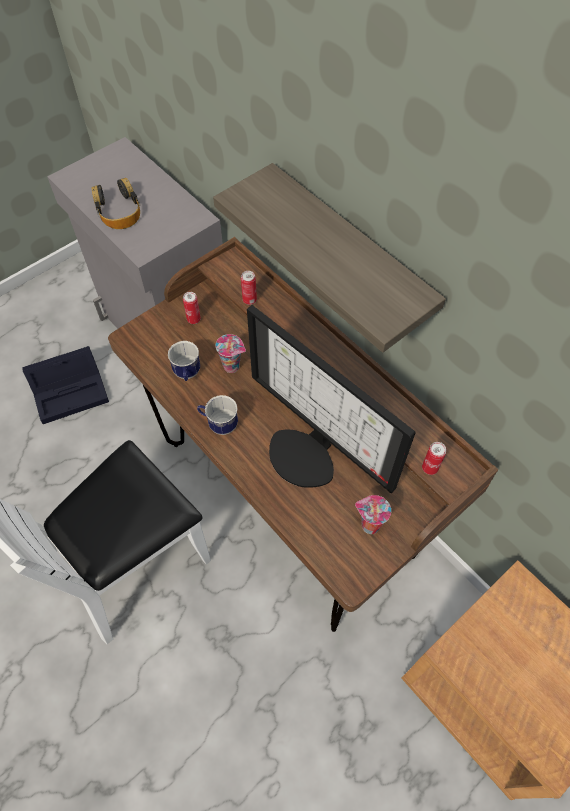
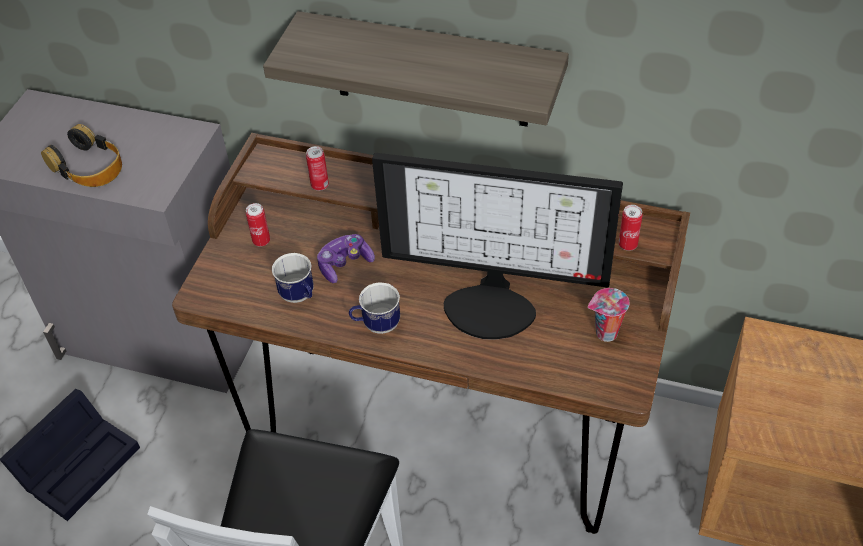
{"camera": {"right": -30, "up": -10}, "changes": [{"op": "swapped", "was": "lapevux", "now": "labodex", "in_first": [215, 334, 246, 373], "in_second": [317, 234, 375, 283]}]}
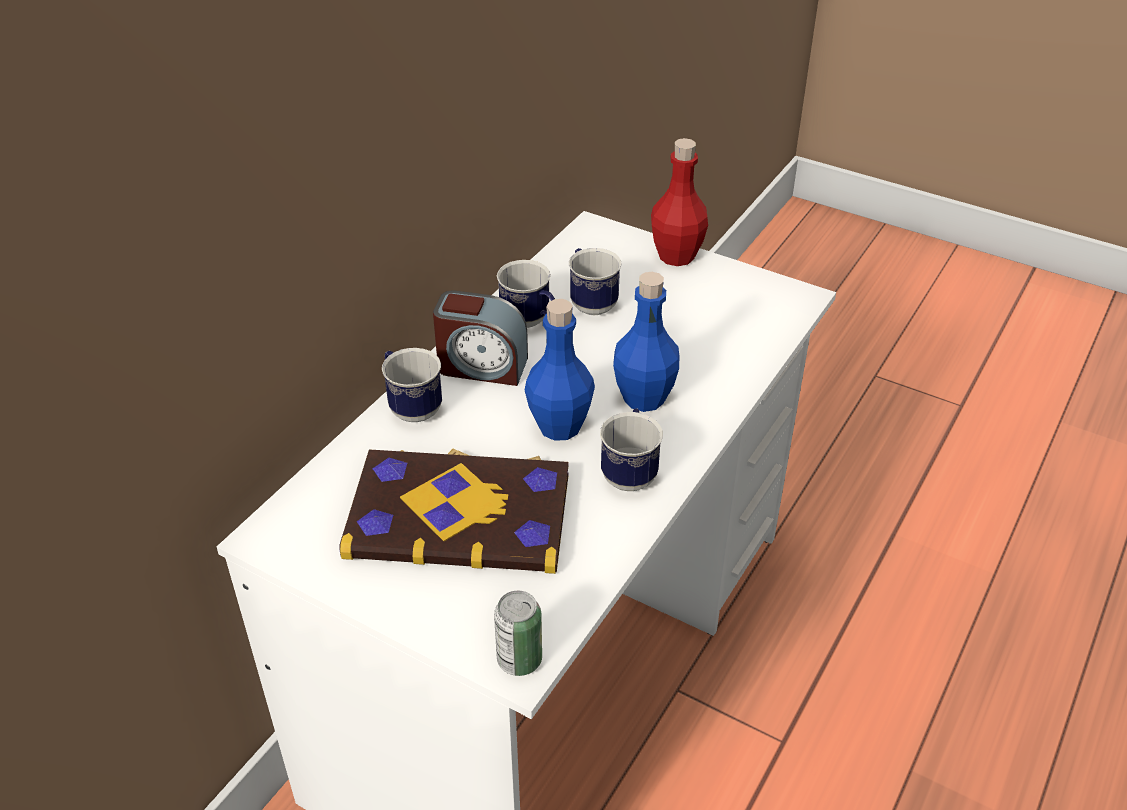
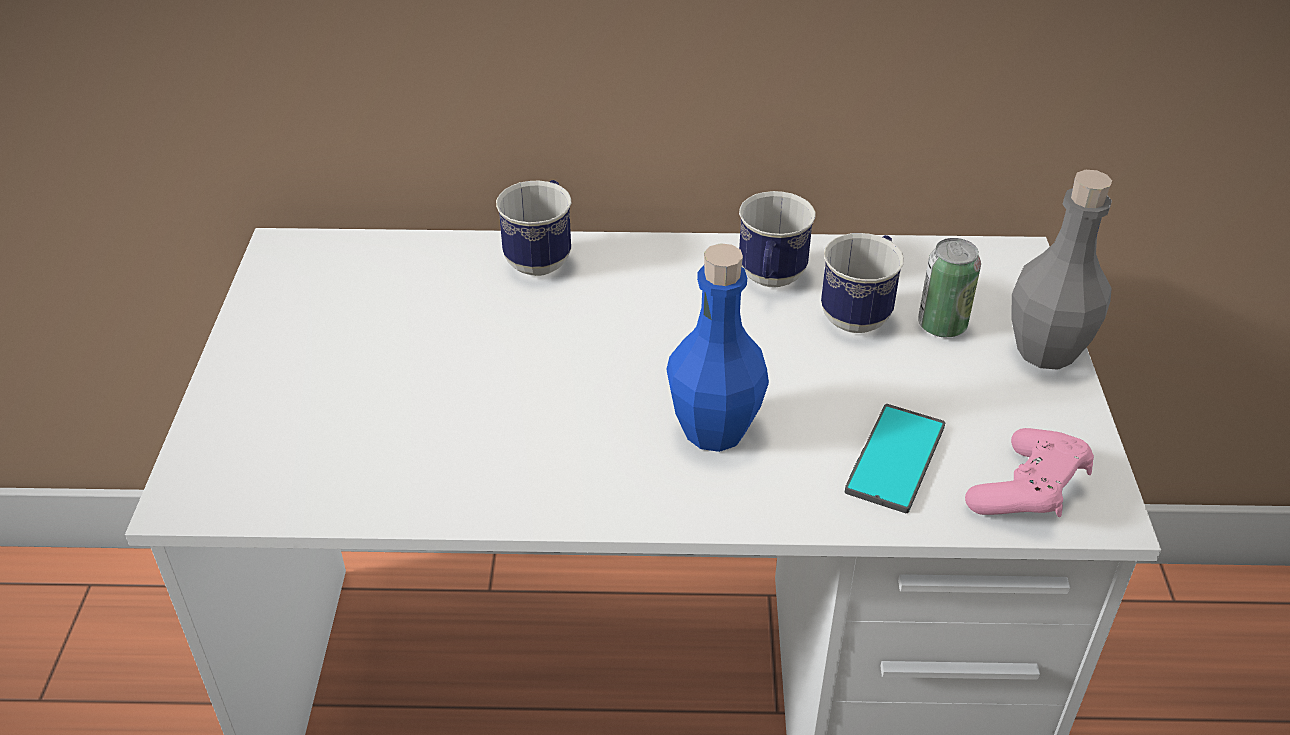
{"camera": {"right": 60, "up": 0}, "changes": [{"op": "new", "now": "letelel", "in_second": [845, 404, 945, 513]}, {"op": "shifted", "was": "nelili", "in_first": [494, 590, 542, 676], "in_second": [918, 238, 981, 337]}, {"op": "new", "now": "labodex (pink)", "in_second": [965, 428, 1094, 517]}, {"op": "repainted", "was": "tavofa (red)", "now": "tavofa (grey)", "in_first": [651, 138, 708, 266], "in_second": [1011, 170, 1112, 370]}, {"op": "gone", "was": "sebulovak", "in_first": [340, 449, 569, 574]}, {"op": "gone", "was": "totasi", "in_first": [433, 290, 528, 386]}, {"op": "gone", "was": "tavofa (blue)", "in_first": [525, 299, 595, 441]}, {"op": "gone", "was": "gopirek", "in_first": [600, 408, 663, 491]}]}
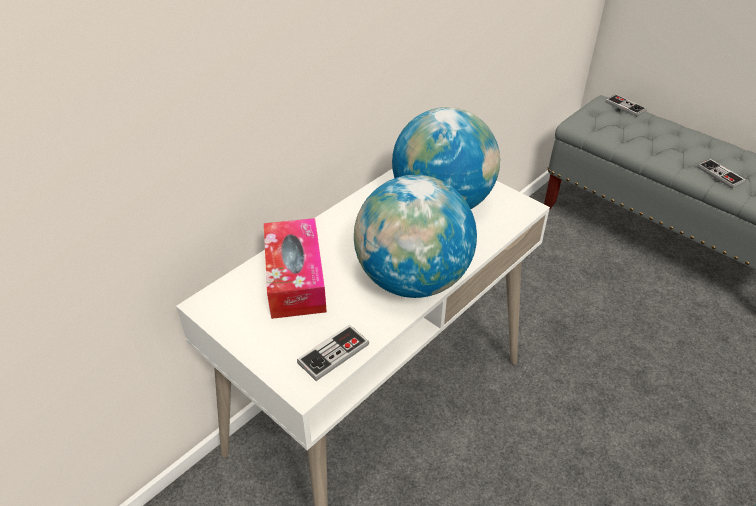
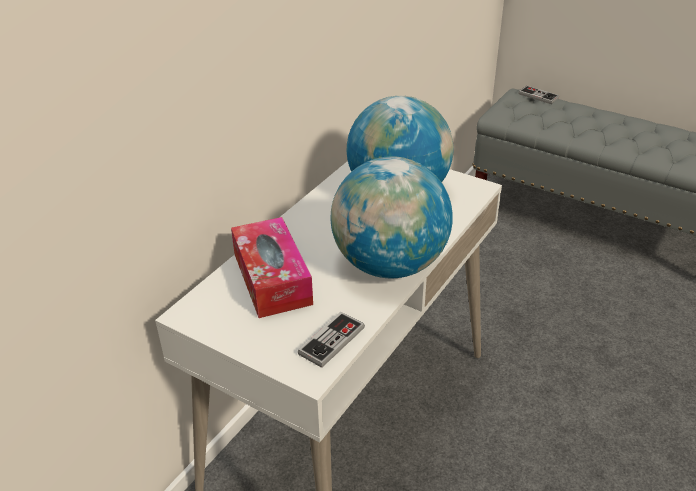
{"camera": {"right": -10, "up": -5}, "changes": [{"op": "gone", "was": "labodex", "in_first": [697, 159, 746, 189]}]}
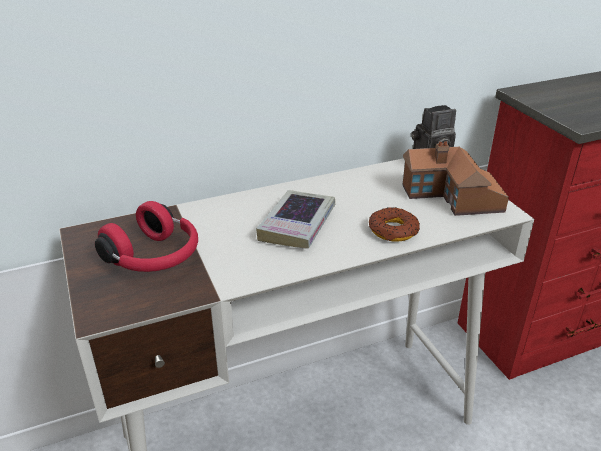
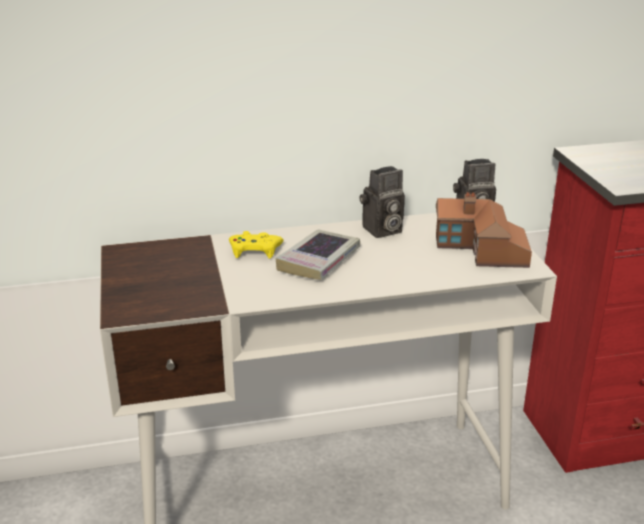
{"camera": {"right": 10, "up": -5}, "changes": [{"op": "new", "now": "labodex (yellow)", "in_second": [229, 231, 284, 258]}, {"op": "new", "now": "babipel", "in_second": [360, 166, 405, 238]}, {"op": "gone", "was": "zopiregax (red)", "in_first": [95, 201, 198, 272]}, {"op": "gone", "was": "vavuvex", "in_first": [369, 207, 420, 242]}]}
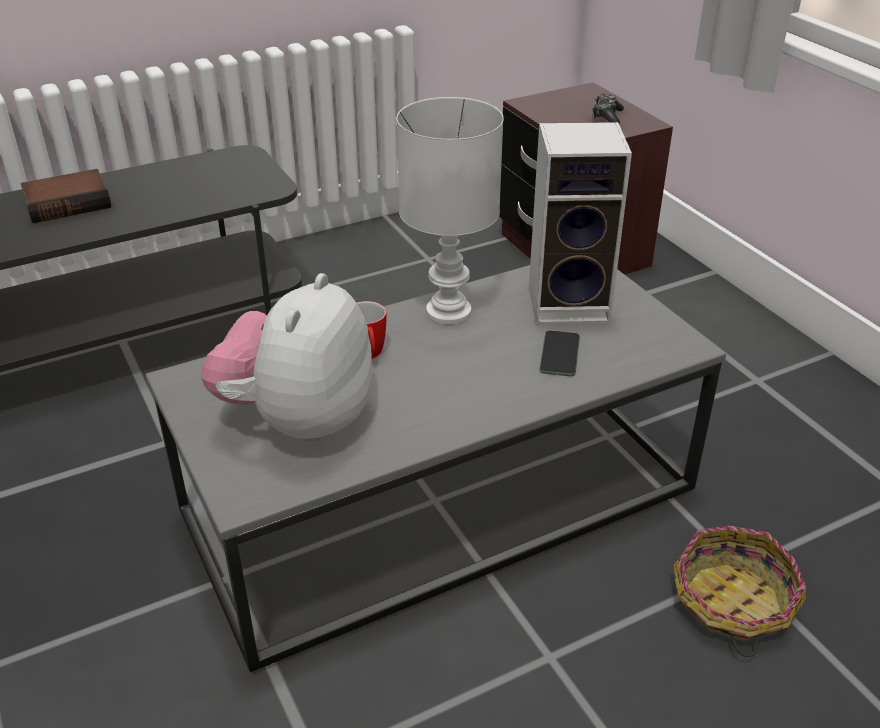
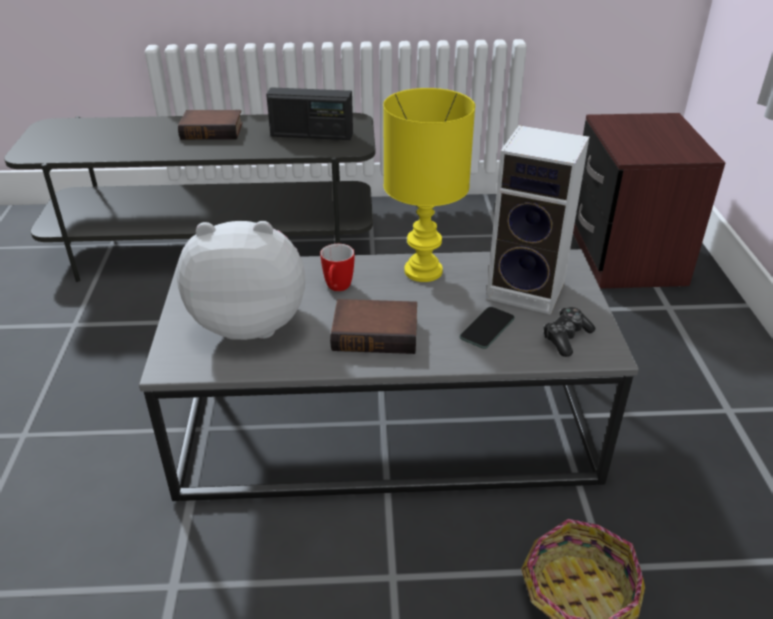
{"camera": {"right": 25, "up": 0}, "changes": [{"op": "rotated", "was": "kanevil", "in_first": [201, 273, 372, 444], "in_second": [177, 221, 305, 340], "clockwise": 45}, {"op": "new", "now": "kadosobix", "in_second": [266, 87, 353, 140]}, {"op": "new", "now": "sebulovak", "in_second": [330, 299, 417, 354]}, {"op": "repainted", "was": "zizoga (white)", "now": "zizoga (yellow)", "in_first": [397, 97, 504, 325], "in_second": [383, 88, 475, 282]}, {"op": "shifted", "was": "labodex", "in_first": [592, 94, 624, 124], "in_second": [543, 307, 596, 357]}]}
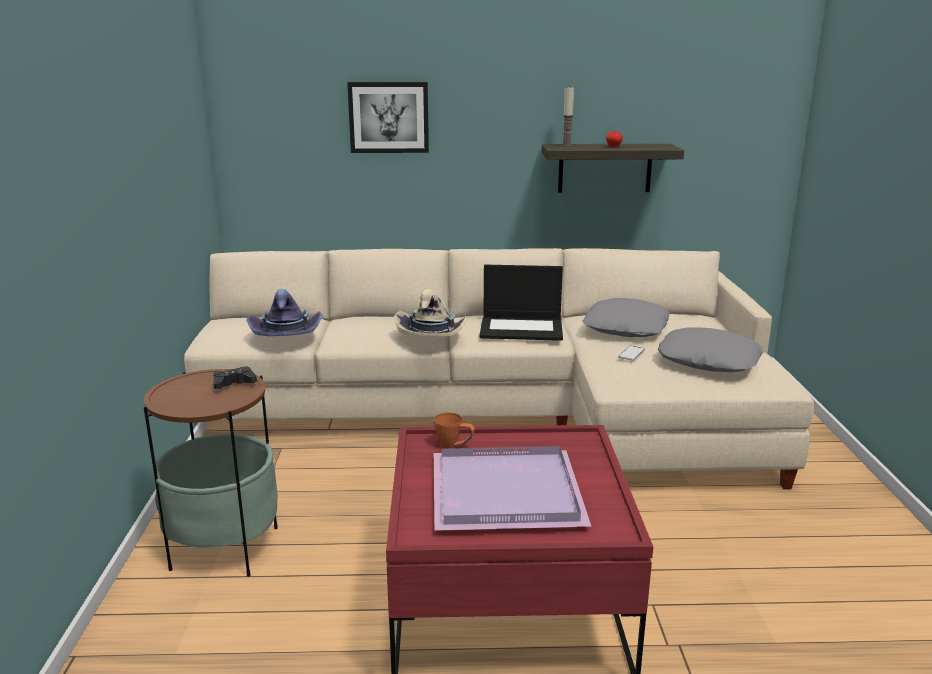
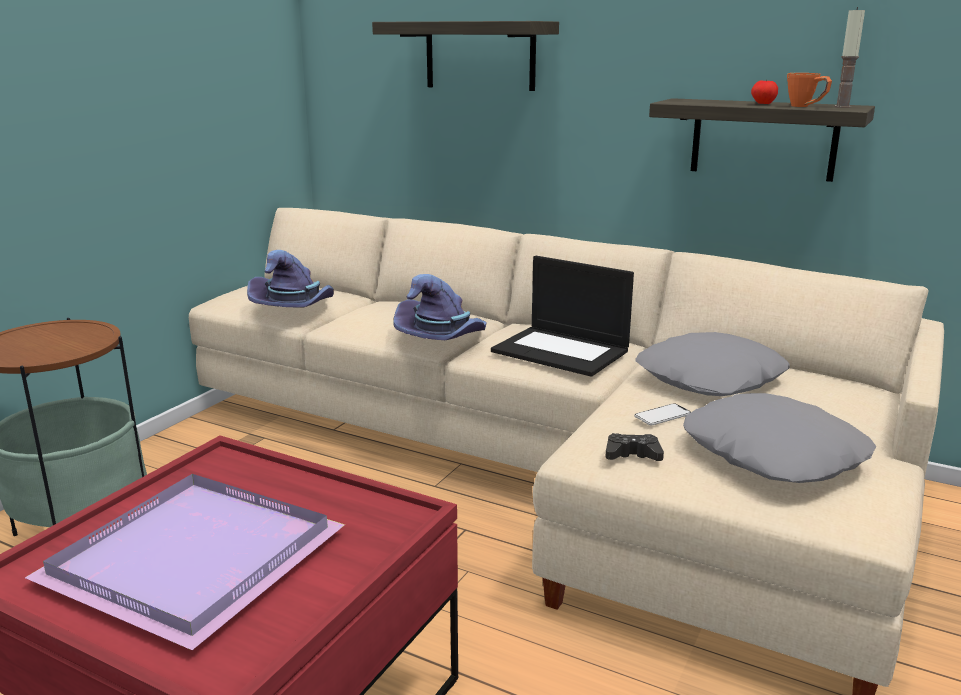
{"camera": {"right": 30, "up": 0}, "changes": [{"op": "swapped", "was": "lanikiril", "now": "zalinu", "in_first": [347, 82, 429, 153], "in_second": [372, 21, 559, 91]}, {"op": "repainted", "was": "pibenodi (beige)", "now": "pibenodi (purple)", "in_first": [394, 289, 468, 337], "in_second": [393, 274, 487, 340]}, {"op": "shifted", "was": "labodex (black)", "in_first": [213, 366, 257, 389], "in_second": [606, 433, 664, 461]}, {"op": "shifted", "was": "gopirek (orange)", "in_first": [434, 412, 475, 448], "in_second": [787, 73, 832, 107]}, {"op": "shifted", "was": "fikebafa", "in_first": [562, 86, 574, 147], "in_second": [834, 7, 865, 108]}]}
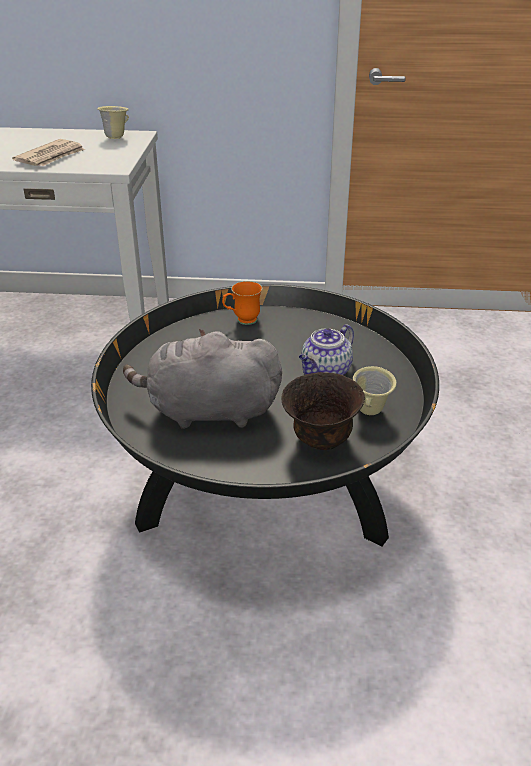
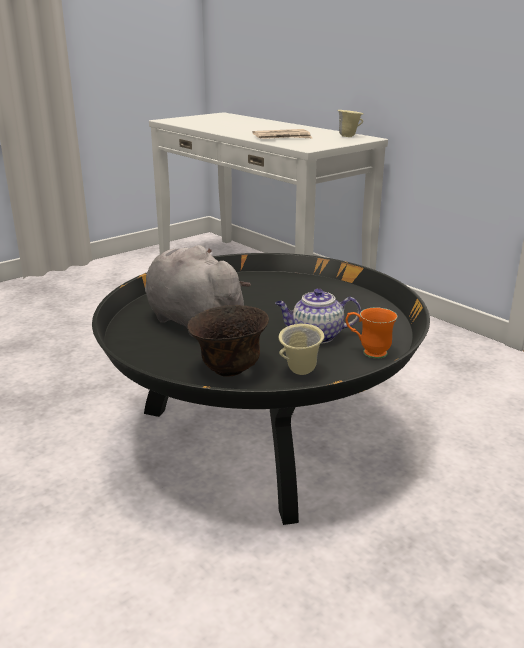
{"camera": {"right": 45, "up": -10}, "changes": [{"op": "shifted", "was": "gopirek (orange)", "in_first": [222, 281, 262, 325], "in_second": [346, 308, 398, 359]}]}
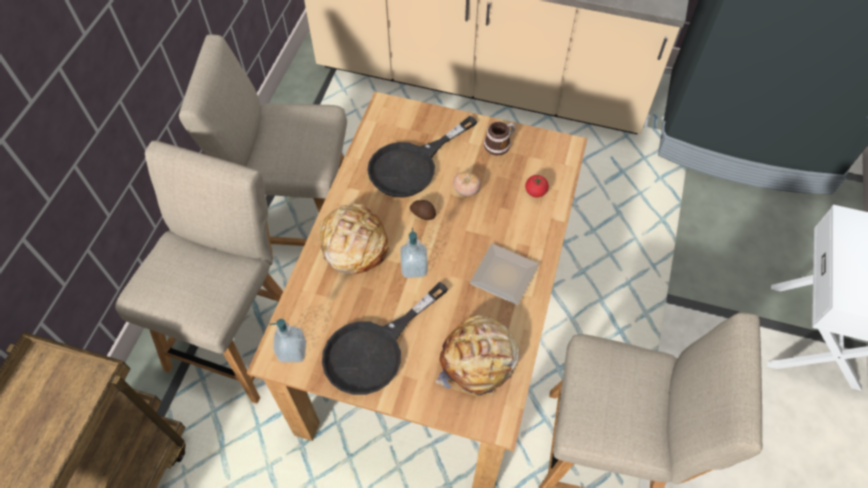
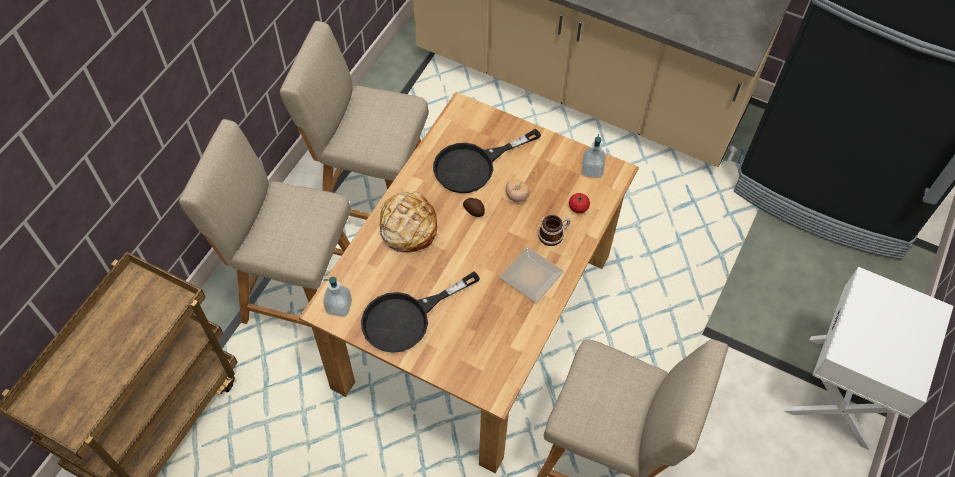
{"camera": {"right": 10, "up": 0}, "changes": [{"op": "rotated", "was": "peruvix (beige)", "in_first": [115, 141, 283, 404], "in_second": [179, 119, 351, 327], "clockwise": -105}, {"op": "shifted", "was": "gopirek", "in_first": [484, 122, 515, 155], "in_second": [538, 215, 570, 246]}, {"op": "shifted", "was": "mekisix", "in_first": [400, 228, 428, 278], "in_second": [581, 134, 606, 178]}, {"op": "gone", "was": "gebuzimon", "in_first": [435, 315, 520, 396]}]}
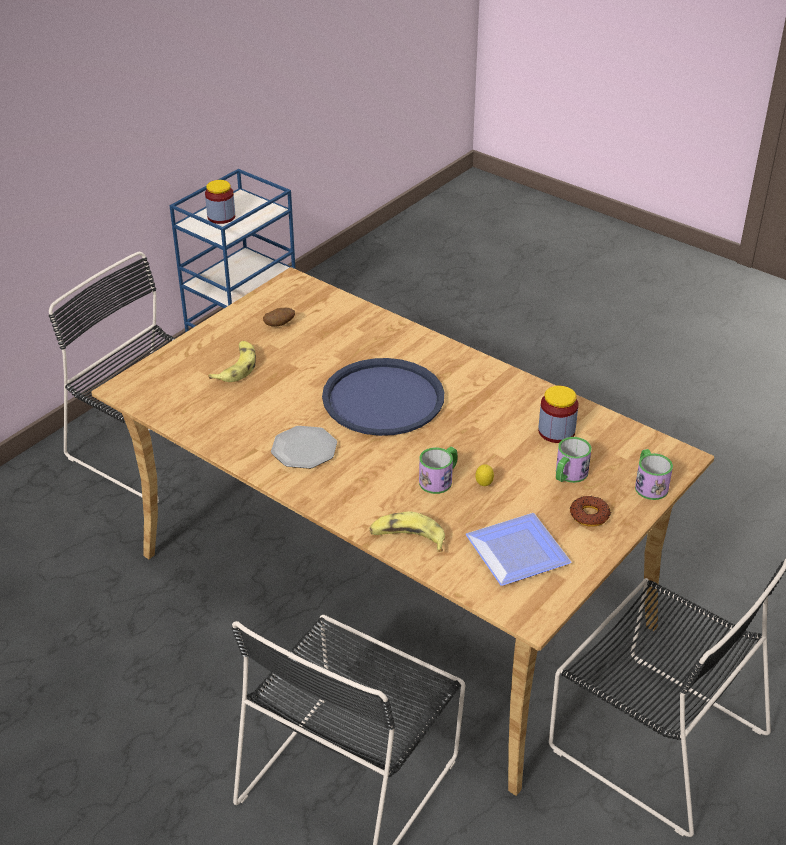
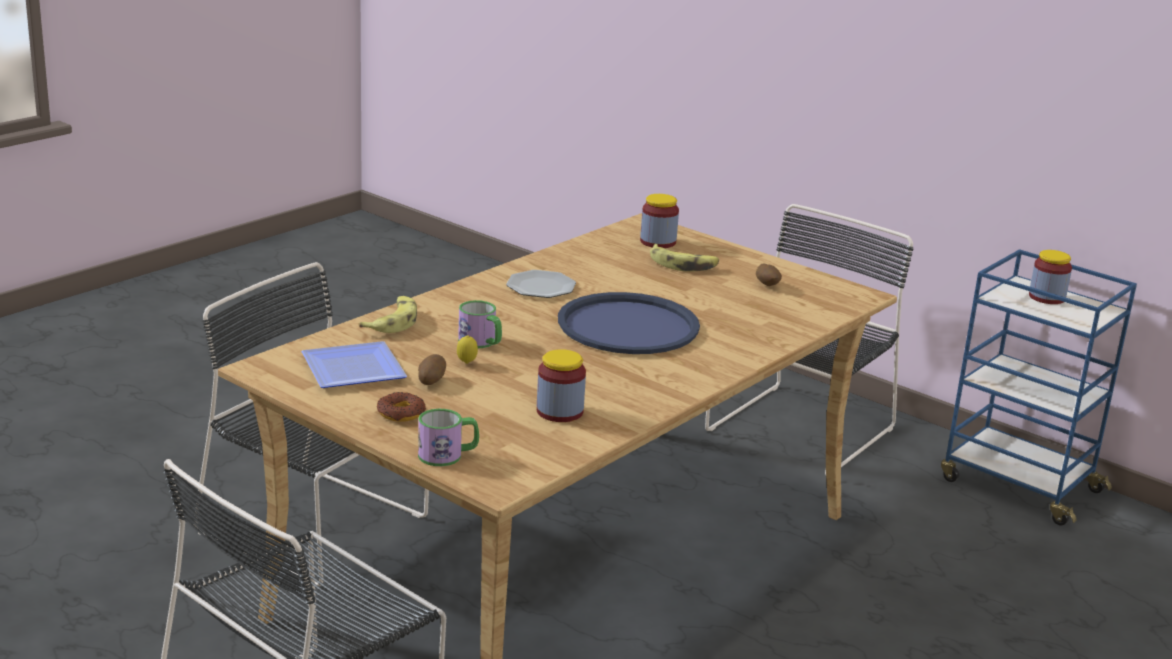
{"camera": {"right": 90, "up": -15}, "changes": [{"op": "new", "now": "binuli", "in_second": [418, 354, 446, 385]}, {"op": "new", "now": "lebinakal", "in_second": [640, 194, 679, 248]}, {"op": "gone", "was": "gopirek", "in_first": [556, 437, 592, 483]}]}
